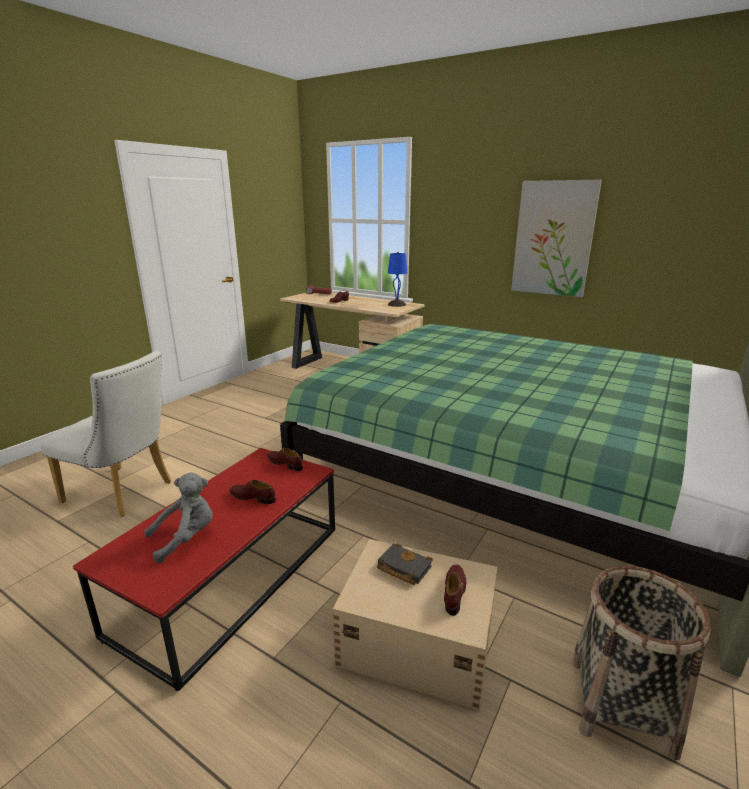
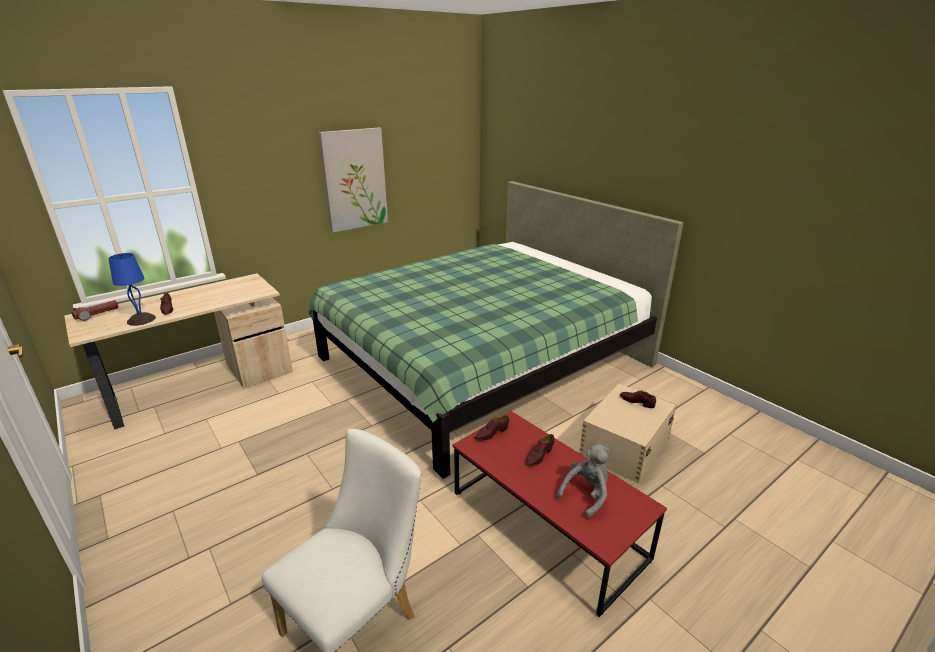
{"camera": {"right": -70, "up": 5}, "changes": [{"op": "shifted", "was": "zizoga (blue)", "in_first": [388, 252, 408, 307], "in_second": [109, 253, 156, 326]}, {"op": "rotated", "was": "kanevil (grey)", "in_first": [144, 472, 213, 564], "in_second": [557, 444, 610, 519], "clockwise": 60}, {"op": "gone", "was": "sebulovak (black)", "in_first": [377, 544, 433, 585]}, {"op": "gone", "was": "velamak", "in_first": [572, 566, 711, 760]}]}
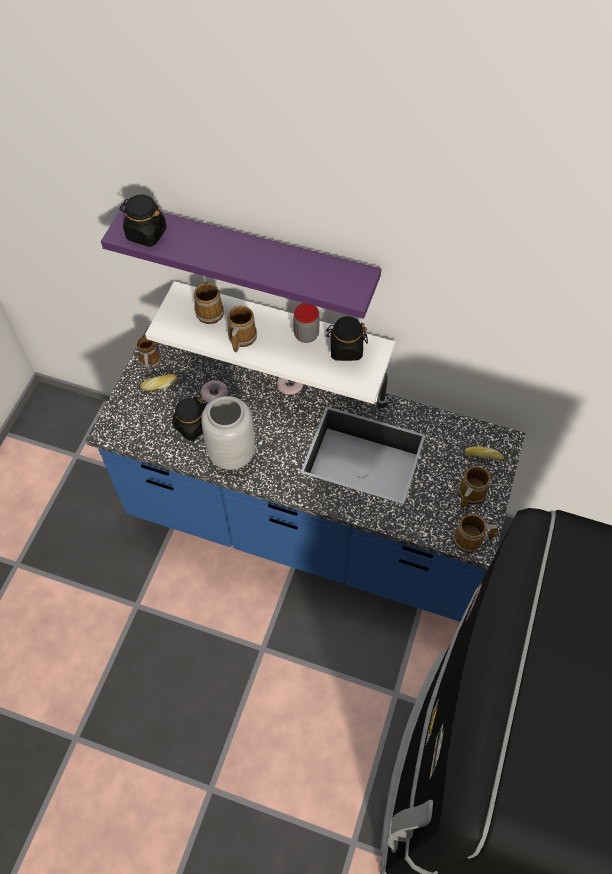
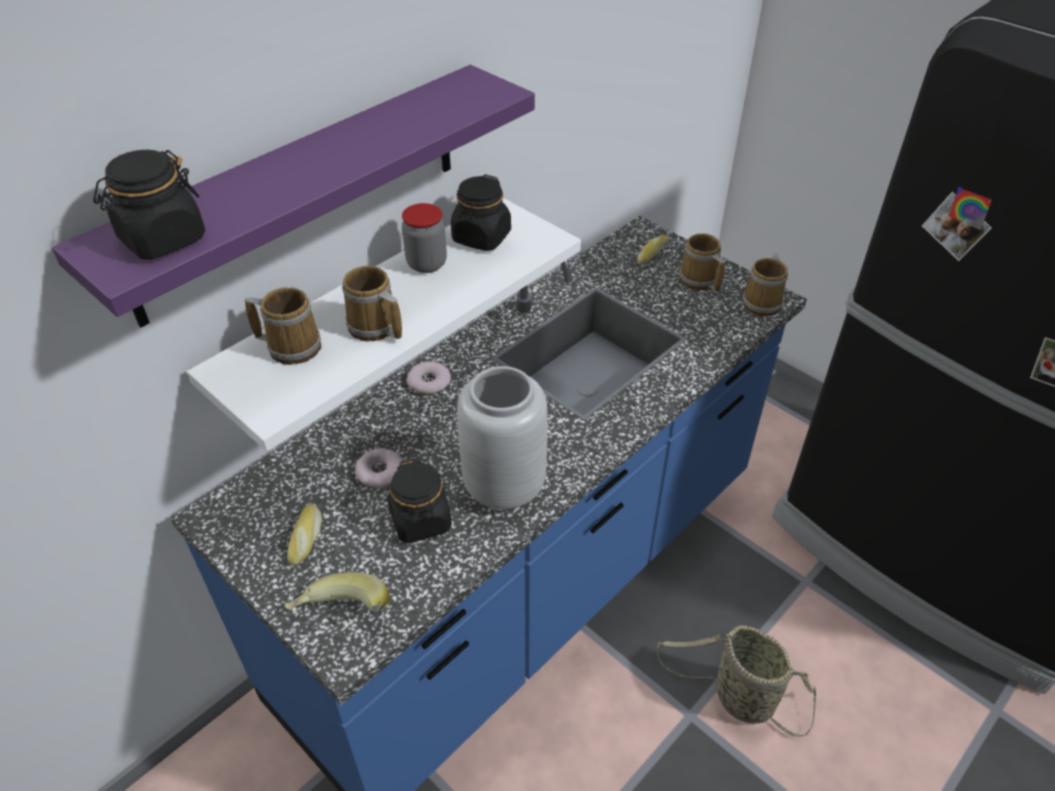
{"camera": {"right": -65, "up": -15}, "changes": [{"op": "new", "now": "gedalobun", "in_second": [284, 572, 390, 612]}, {"op": "new", "now": "velamak", "in_second": [657, 625, 816, 737]}, {"op": "gone", "was": "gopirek", "in_first": [137, 336, 161, 372]}]}
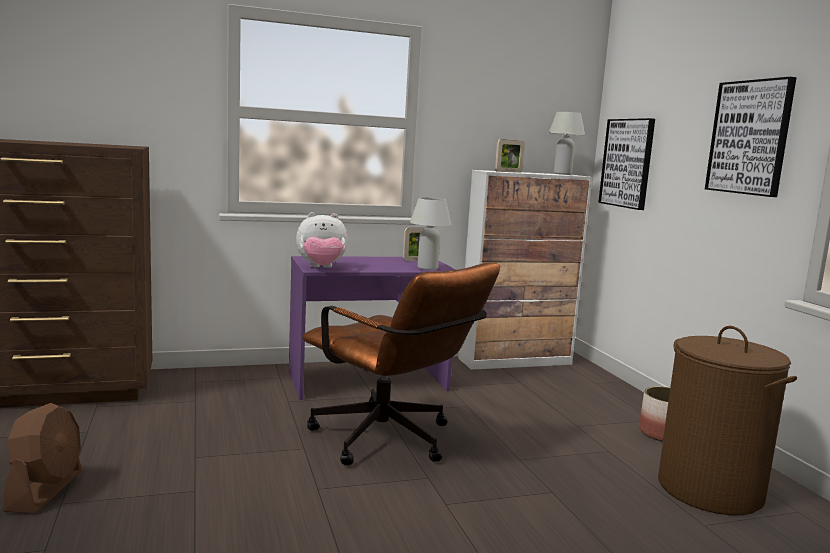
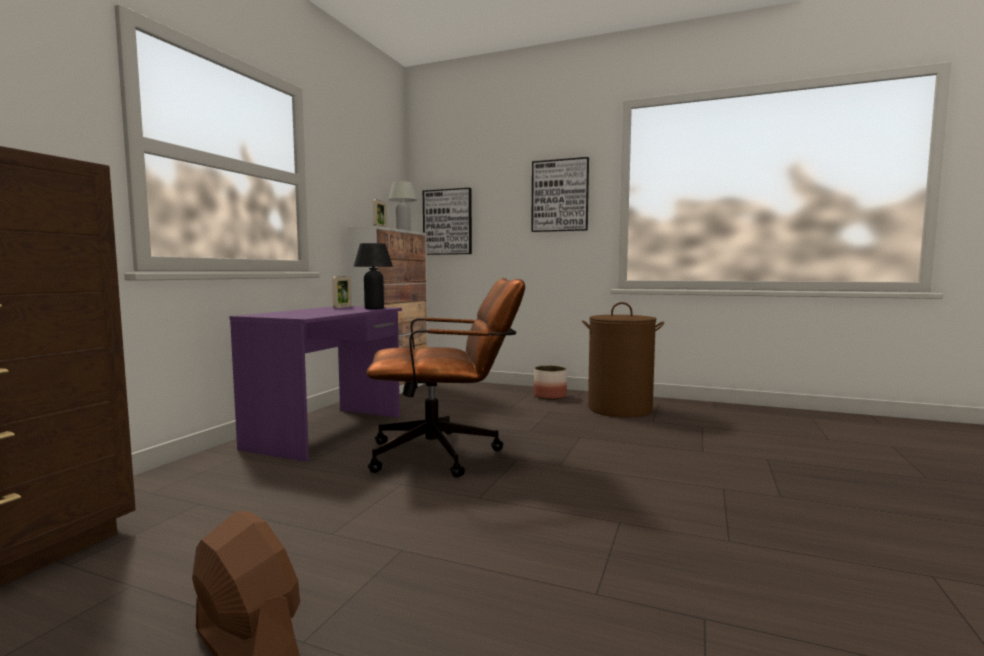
{"camera": {"right": -50, "up": -5}, "changes": [{"op": "repainted", "was": "zizoga (white)", "now": "zizoga (black)", "in_first": [410, 197, 452, 270], "in_second": [354, 243, 393, 309]}, {"op": "gone", "was": "kanevil", "in_first": [296, 212, 348, 268]}]}
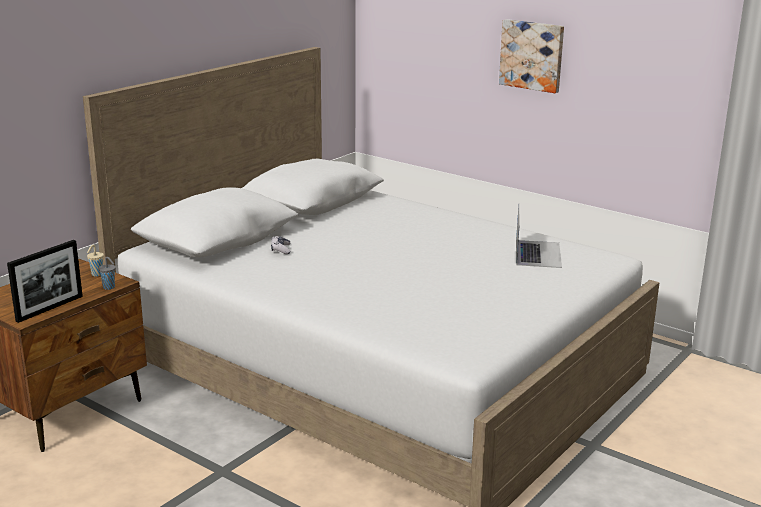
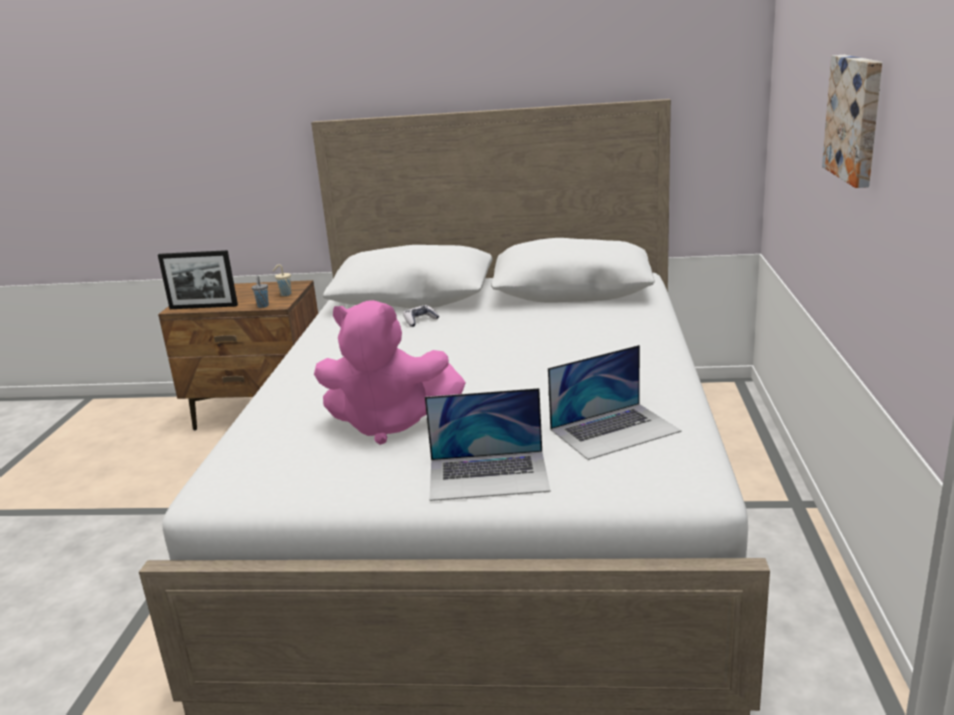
{"camera": {"right": 60, "up": 0}, "changes": [{"op": "new", "now": "kanevil (pink)", "in_second": [314, 300, 466, 445]}, {"op": "new", "now": "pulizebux", "in_second": [425, 388, 551, 501]}]}
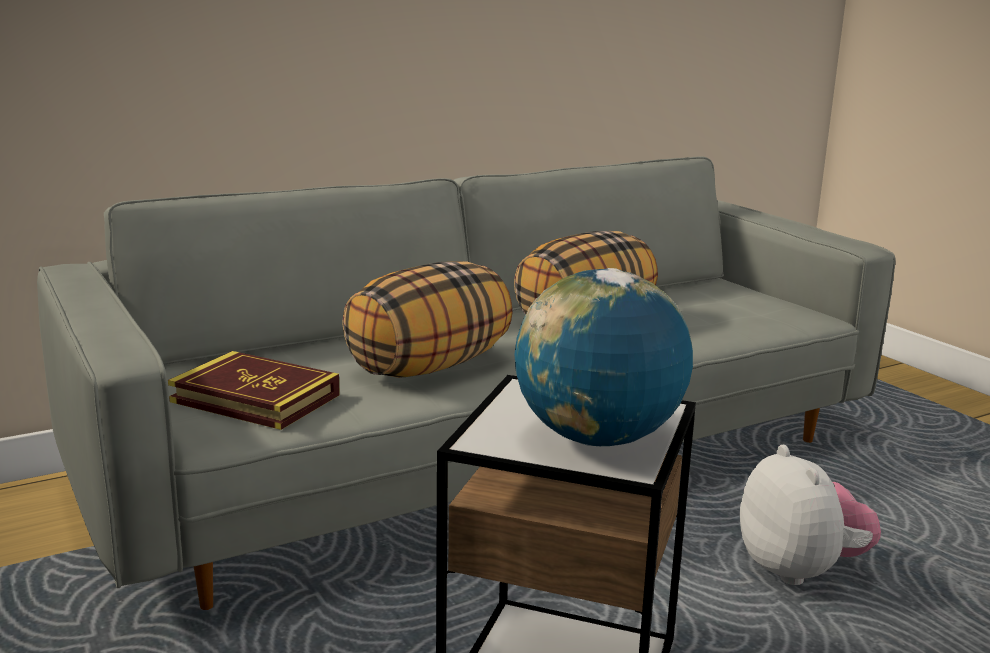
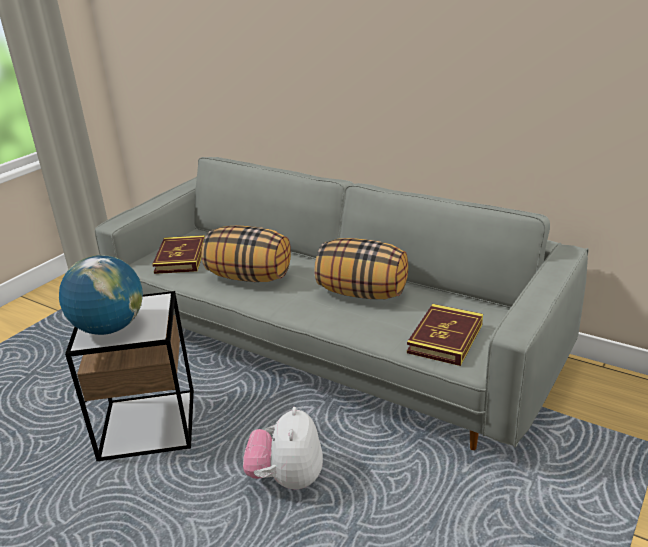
{"camera": {"right": 65, "up": 10}, "changes": [{"op": "rotated", "was": "kanevil", "in_first": [739, 445, 881, 585], "in_second": [243, 407, 323, 489], "clockwise": 135}, {"op": "new", "now": "sebulovak", "in_second": [407, 304, 483, 366]}]}
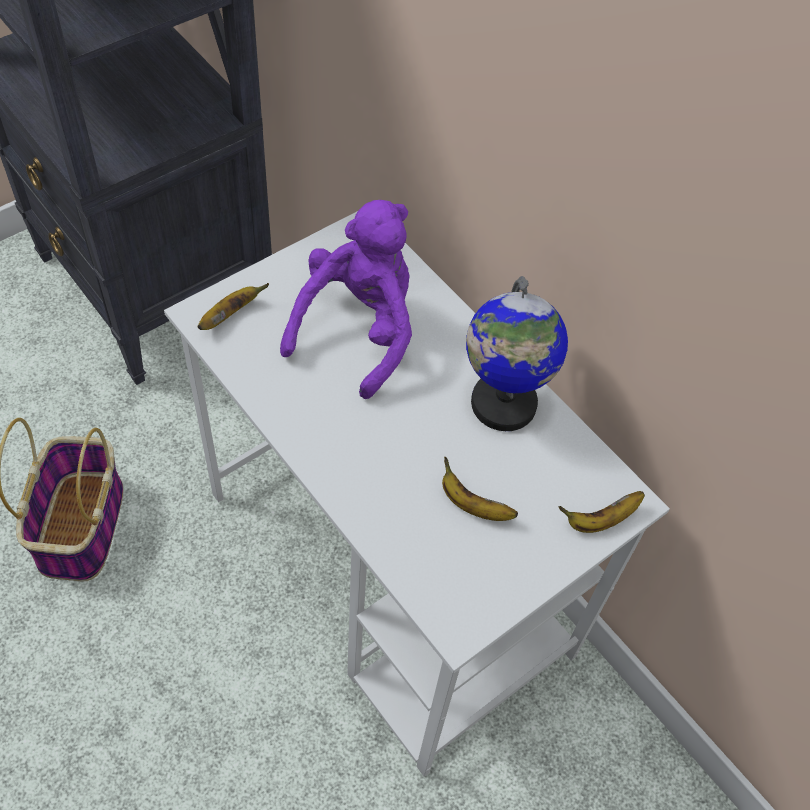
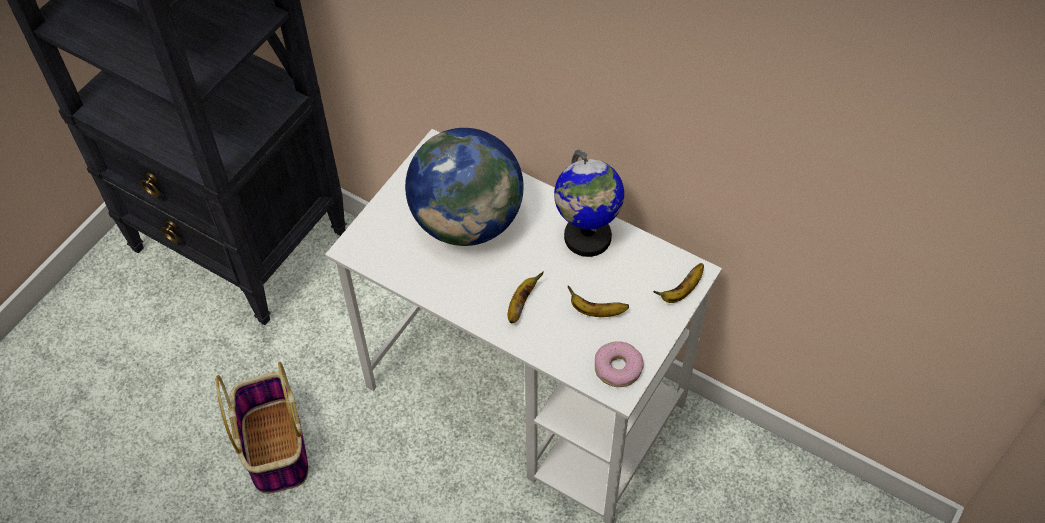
{"camera": {"right": -15, "up": 0}, "changes": [{"op": "swapped", "was": "kanevil (purple)", "now": "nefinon", "in_first": [280, 200, 412, 399], "in_second": [405, 128, 524, 246]}, {"op": "shifted", "was": "gedalobun", "in_first": [198, 283, 269, 330], "in_second": [508, 272, 543, 323]}, {"op": "new", "now": "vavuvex", "in_second": [595, 341, 644, 387]}]}
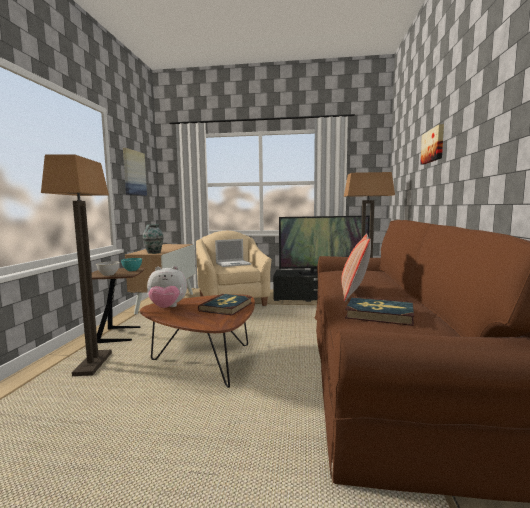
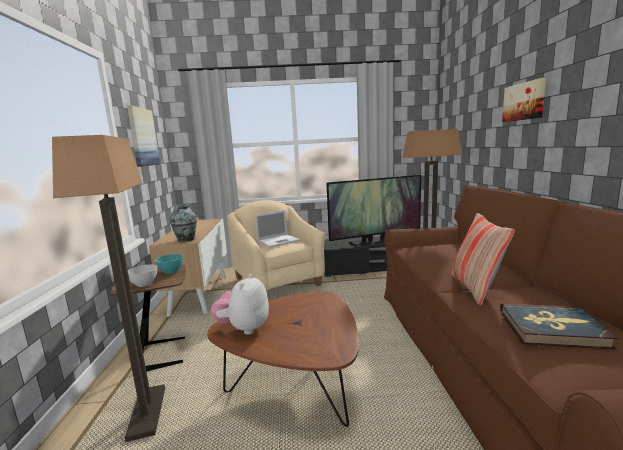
{"camera": {"right": -10, "up": 5}, "changes": [{"op": "rotated", "was": "kanevil", "in_first": [147, 266, 187, 308], "in_second": [210, 274, 269, 335], "clockwise": 120}, {"op": "gone", "was": "sebulovak", "in_first": [198, 294, 252, 316]}]}
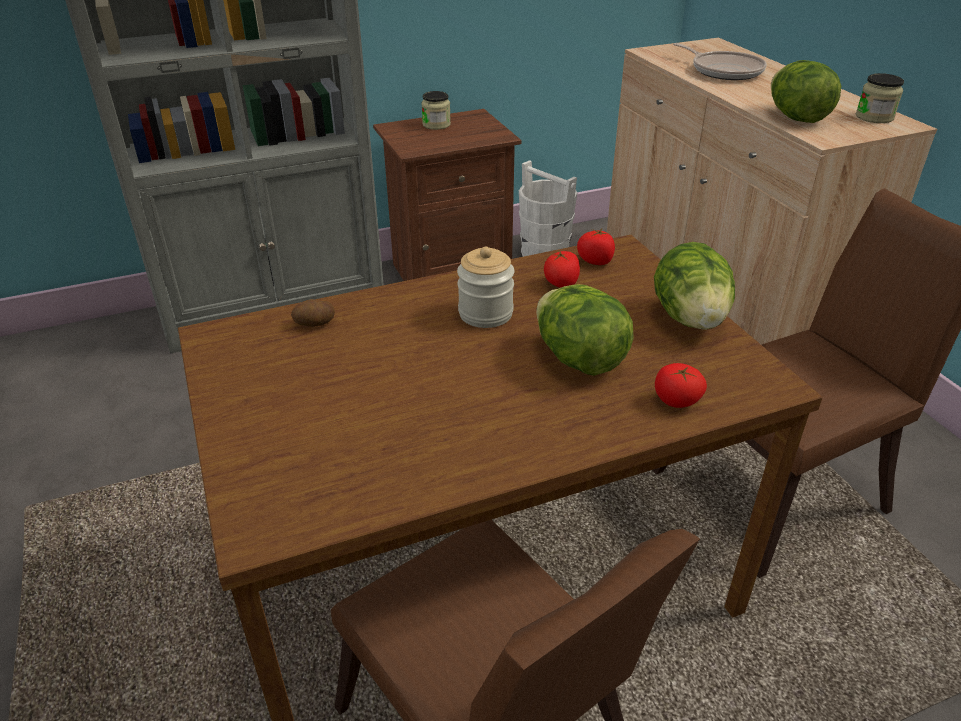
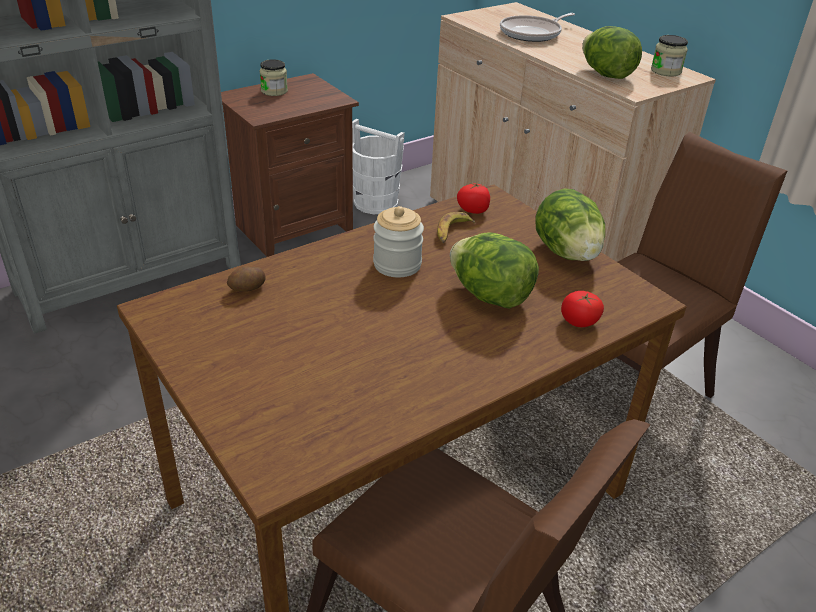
{"camera": {"right": -15, "up": 0}, "changes": [{"op": "swapped", "was": "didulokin", "now": "gedalobun", "in_first": [544, 251, 580, 288], "in_second": [437, 212, 475, 244]}, {"op": "rotated", "was": "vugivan", "in_first": [673, 43, 767, 80], "in_second": [500, 13, 575, 42], "clockwise": 105}]}
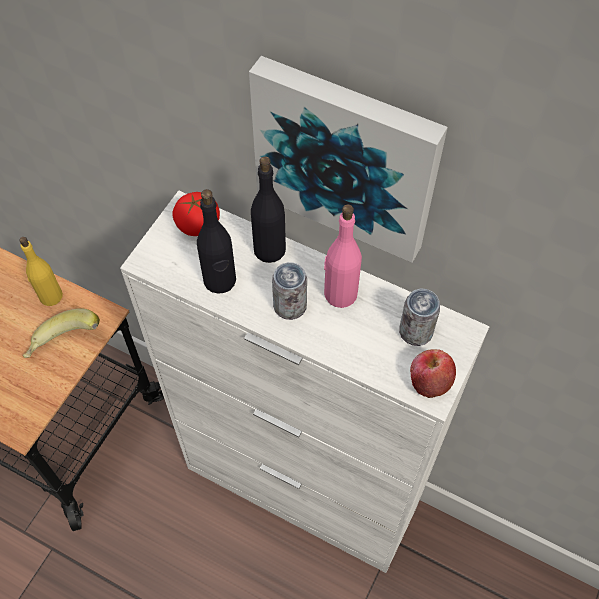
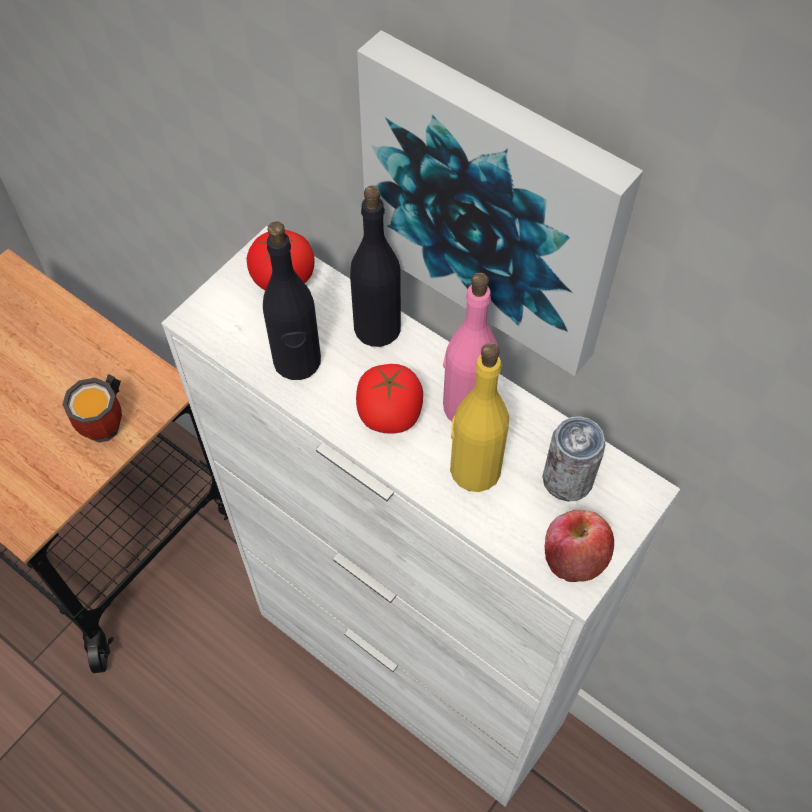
{"camera": {"right": 10, "up": 0}, "changes": [{"op": "swapped", "was": "gedalobun", "now": "gopirek", "in_first": [23, 308, 100, 358], "in_second": [62, 374, 122, 443]}, {"op": "swapped", "was": "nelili", "now": "didulokin", "in_first": [272, 262, 307, 320], "in_second": [356, 364, 423, 434]}, {"op": "shifted", "was": "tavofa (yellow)", "in_first": [19, 237, 63, 306], "in_second": [450, 343, 509, 492]}]}
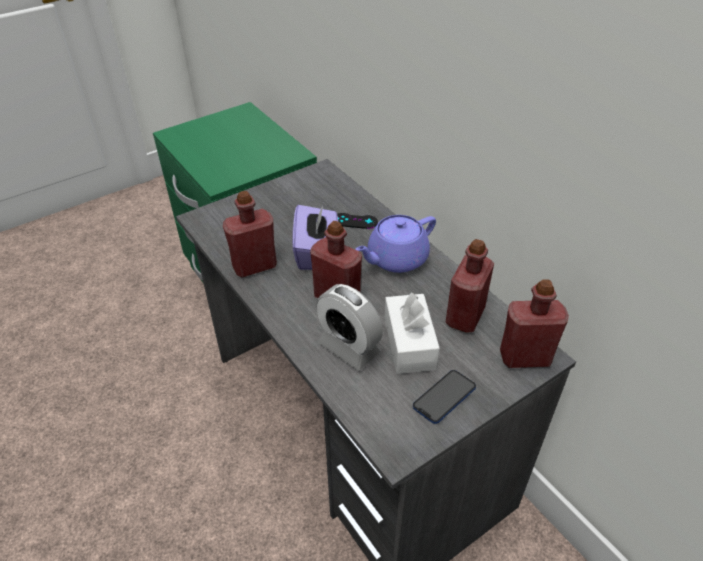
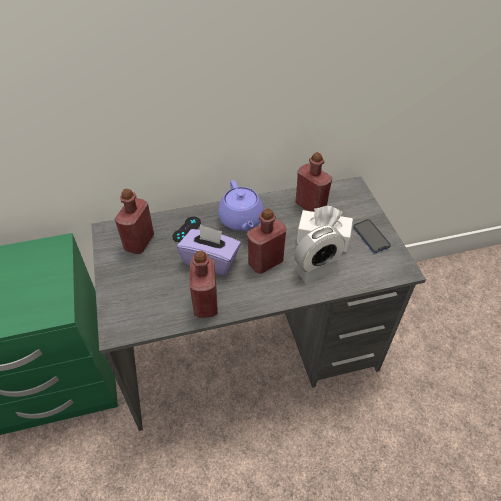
{"camera": {"right": -70, "up": 5}, "changes": [{"op": "shifted", "was": "tavofa (red)", "in_first": [500, 279, 569, 368], "in_second": [115, 189, 154, 254]}]}
